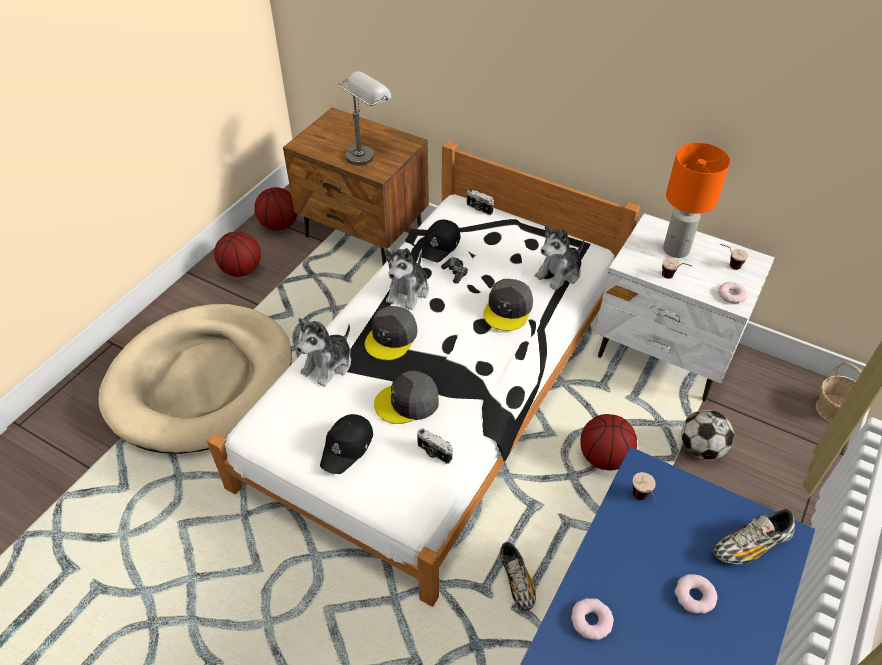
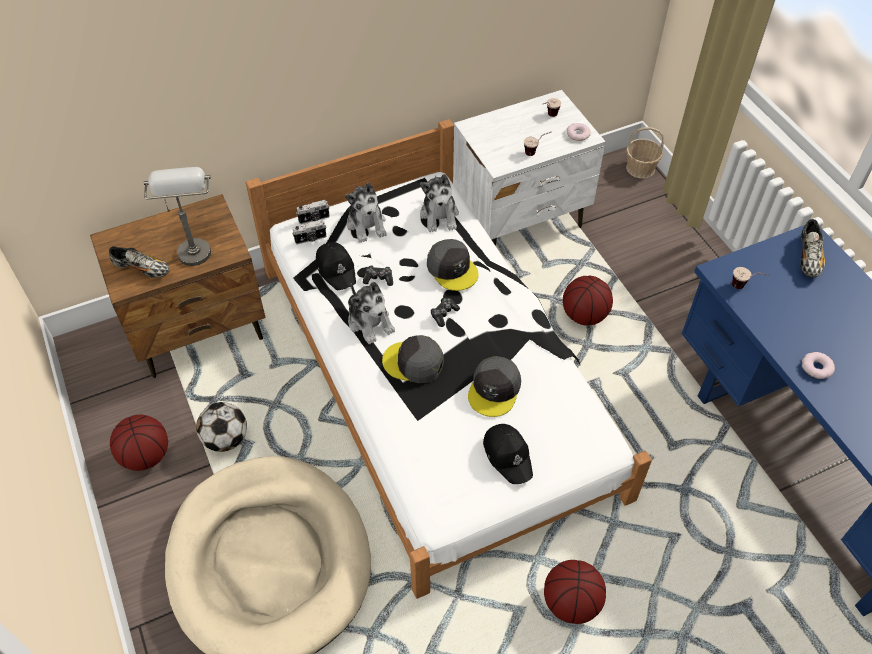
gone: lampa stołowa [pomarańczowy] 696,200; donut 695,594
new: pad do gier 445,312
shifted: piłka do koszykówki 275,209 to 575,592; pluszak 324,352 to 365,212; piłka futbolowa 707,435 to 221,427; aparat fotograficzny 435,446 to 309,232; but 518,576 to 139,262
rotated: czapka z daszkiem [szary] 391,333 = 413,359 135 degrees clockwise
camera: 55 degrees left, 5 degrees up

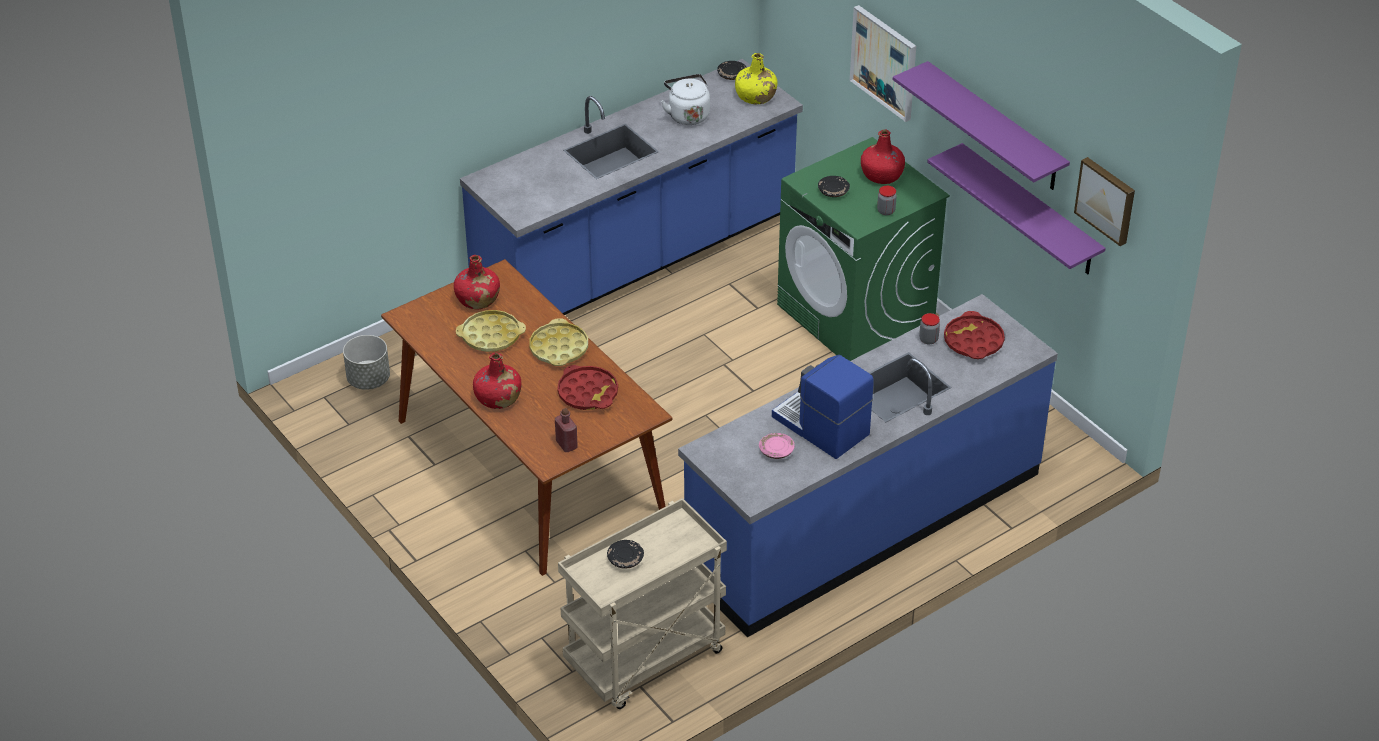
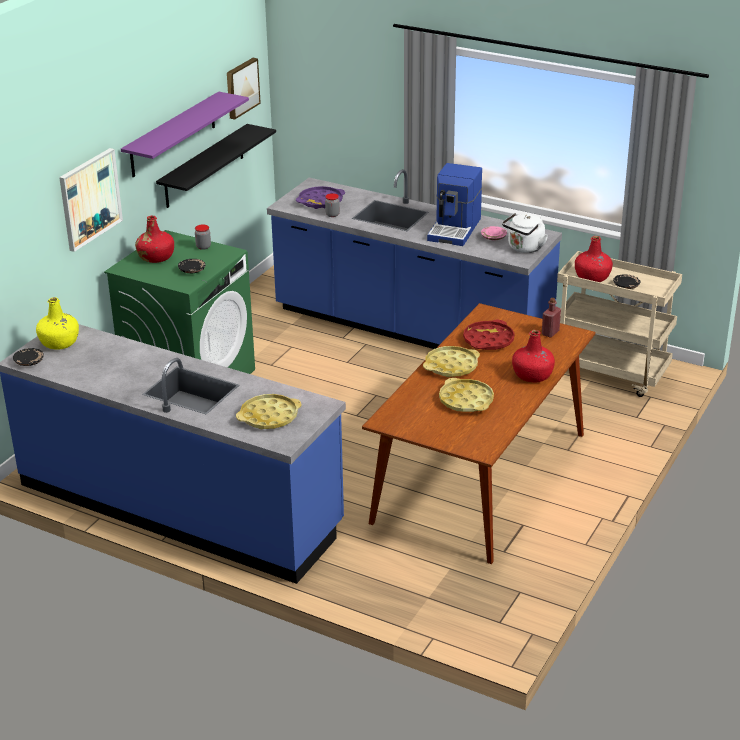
gone: donica [szary] 366,362
new: taca [żółty] 269,411
shifted: czajnik [biały] 685,99 to 525,233; butelka [czerwony] 477,282 to 594,259
repainted: półka [fioletowy] 1016,208 to półka [czarny] 216,166; taca [czerwony] 974,335 to taca [fioletowy] 320,197
camera: 115 degrees left, 10 degrees down

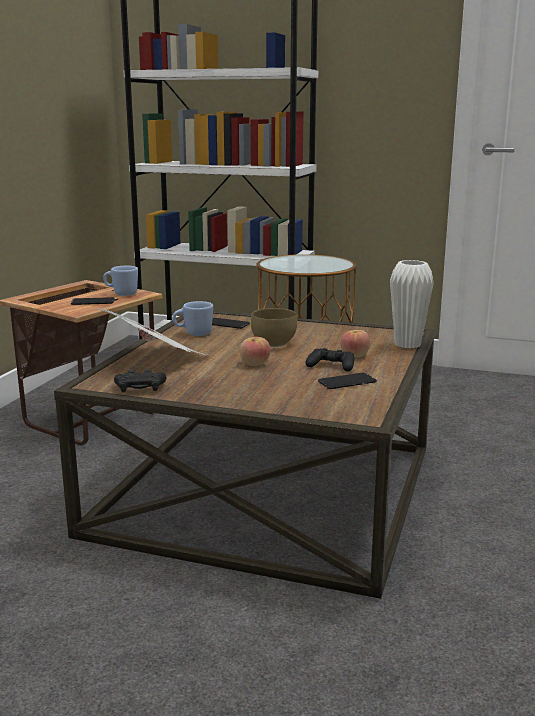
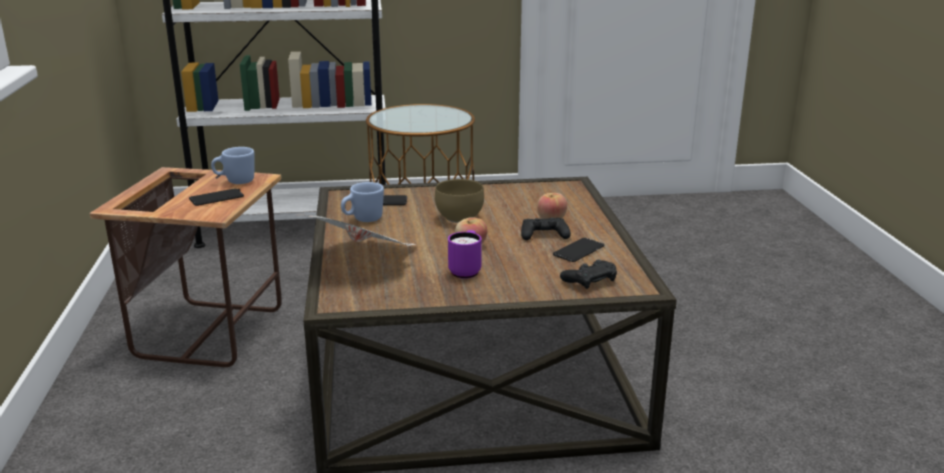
gone: wazon [biały] 412,304
new: kubek [fioletowy] 465,254
shifted: pad do gier [czarny] 140,381 to 588,274
camera: 25 degrees left, 5 degrees up

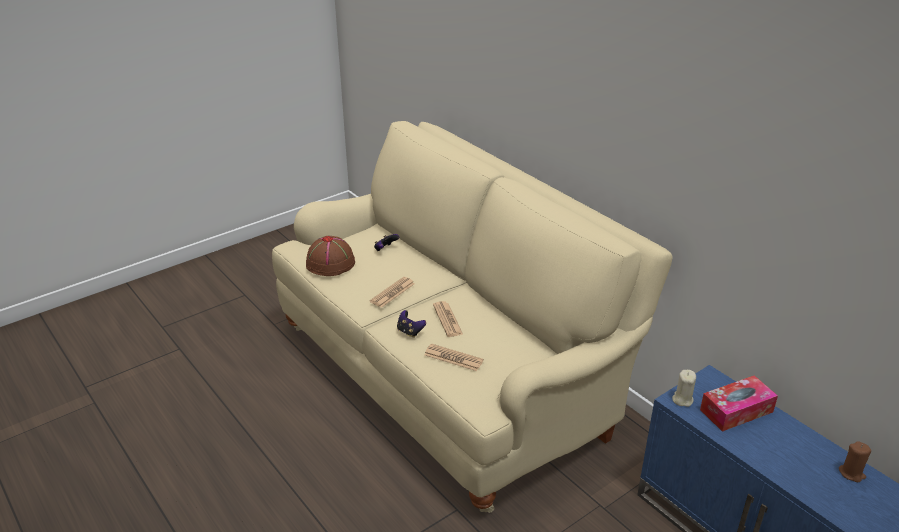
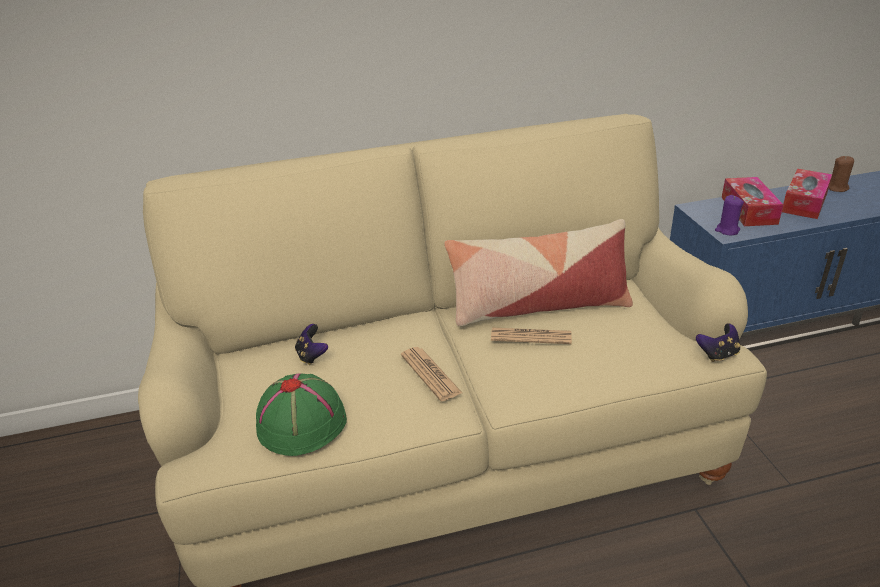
gone: gazeta 454,357
new: pudełko chusteczek 807,194; poduszka 538,272
shifted: pad do gier 411,324 to 718,342
repainted: kapelusz [brązowy] 330,256 to kapelusz [zielony] 301,414; świeca [beżowy] 684,388 to świeca [fioletowy] 729,215
camera: 65 degrees left, 0 degrees up

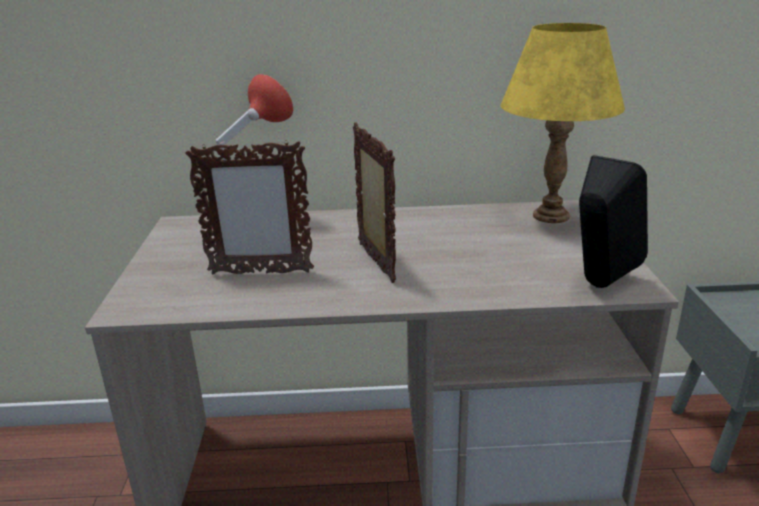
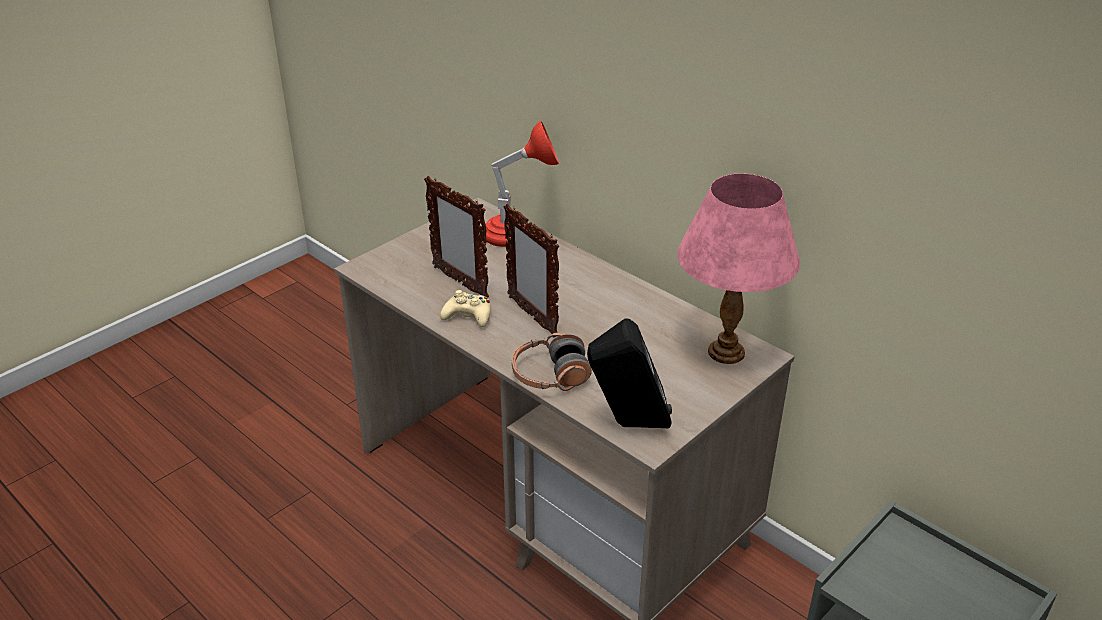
new: pad do gier [beżowy] 465,308; słuchawki 552,362
repainted: lampa stołowa [żółty] 562,123 to lampa stołowa [różowy] 738,268
rotated: ramka na zdjęcie 374,202 = 531,270 120 degrees clockwise
camera: 45 degrees right, 10 degrees up

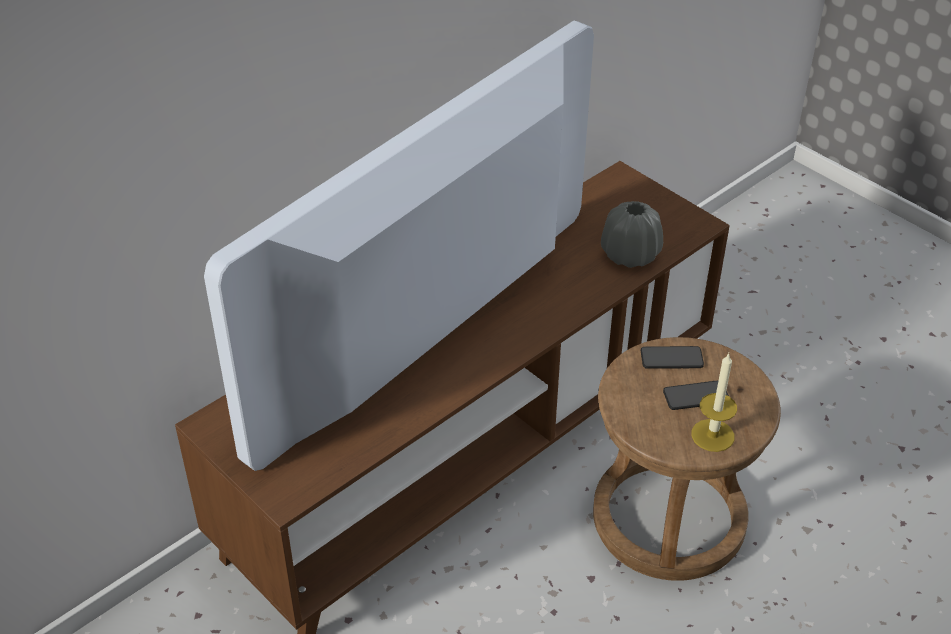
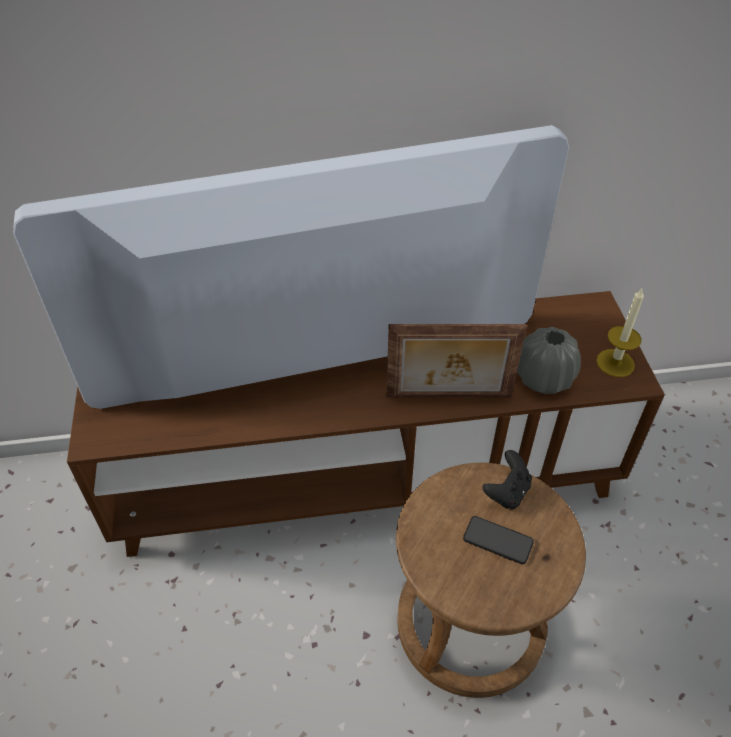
new: ramka na zdjęcie 456,360
shifted: świeca 714,402 to 620,333
swapped: telefon 672,357 to pad do gier [czarny] 507,479
camera: 35 degrees right, 5 degrees up

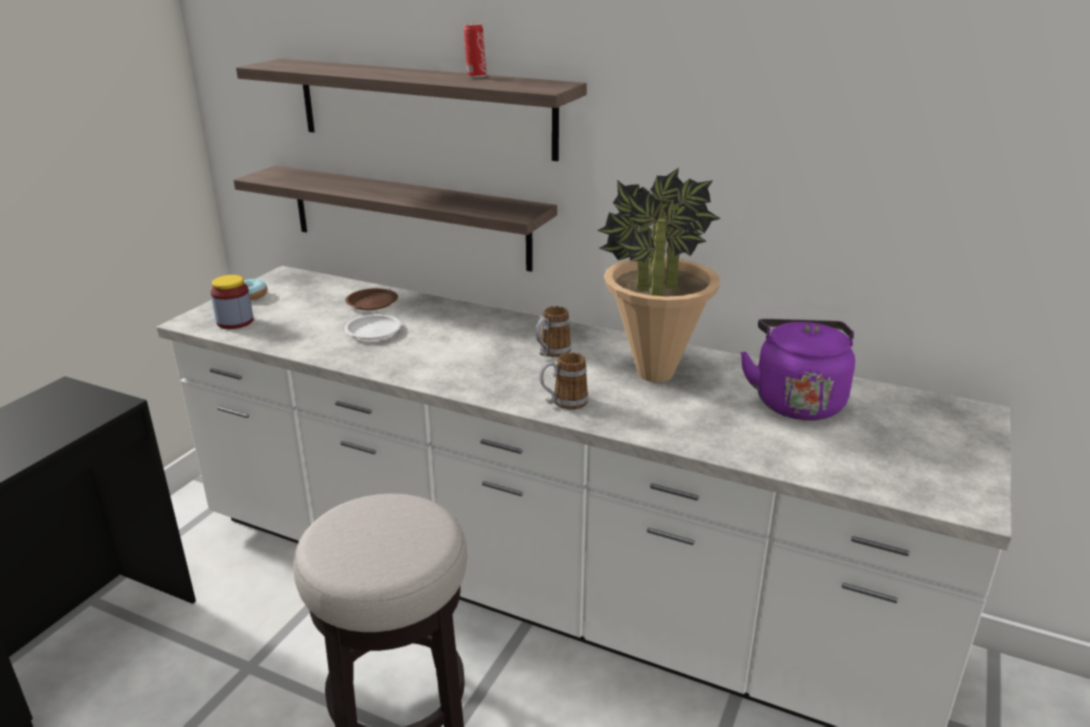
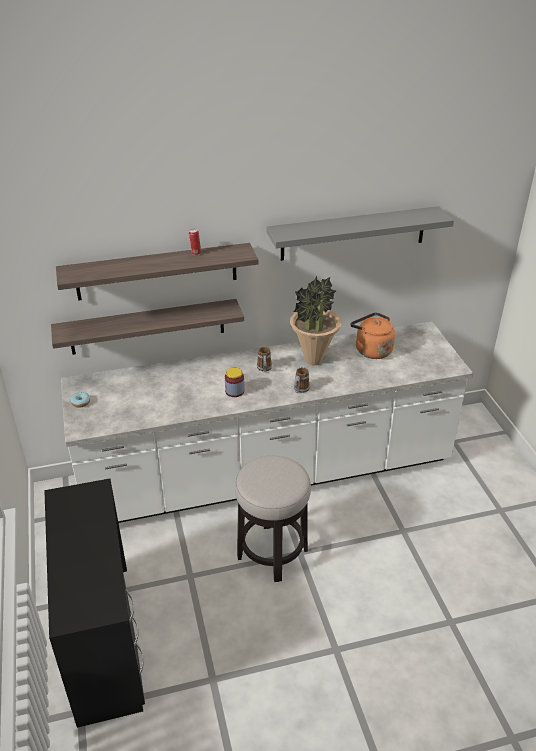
gone: talerz [brązowy] 371,299; talerz [biały] 373,326
new: półka [szary] 360,233
shifted: słoik 232,302 to 234,382
repainted: czajnik [fioletowy] 797,369 to czajnik [pomarańczowy] 372,335
camera: 40 degrees left, 10 degrees up

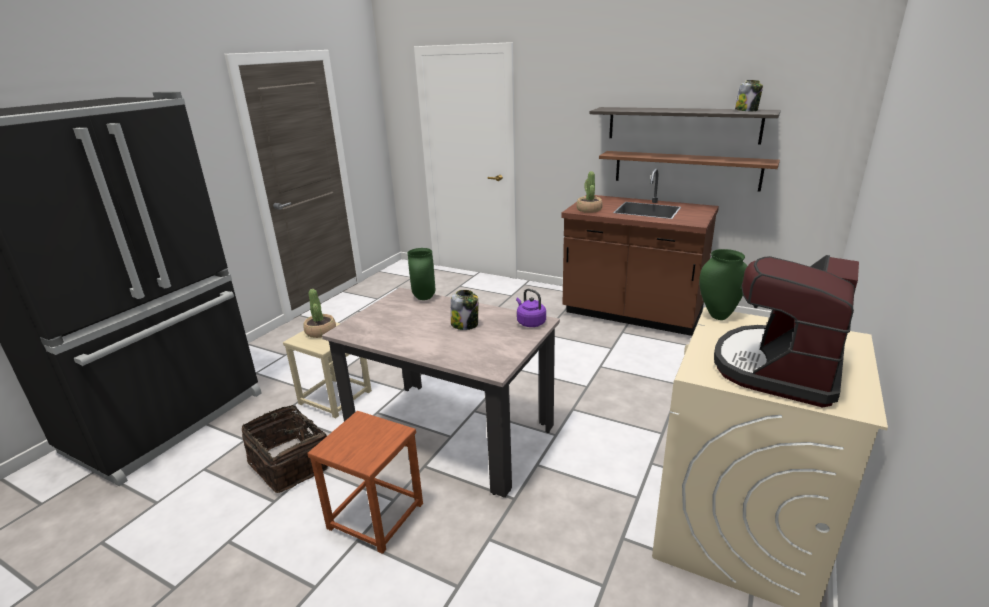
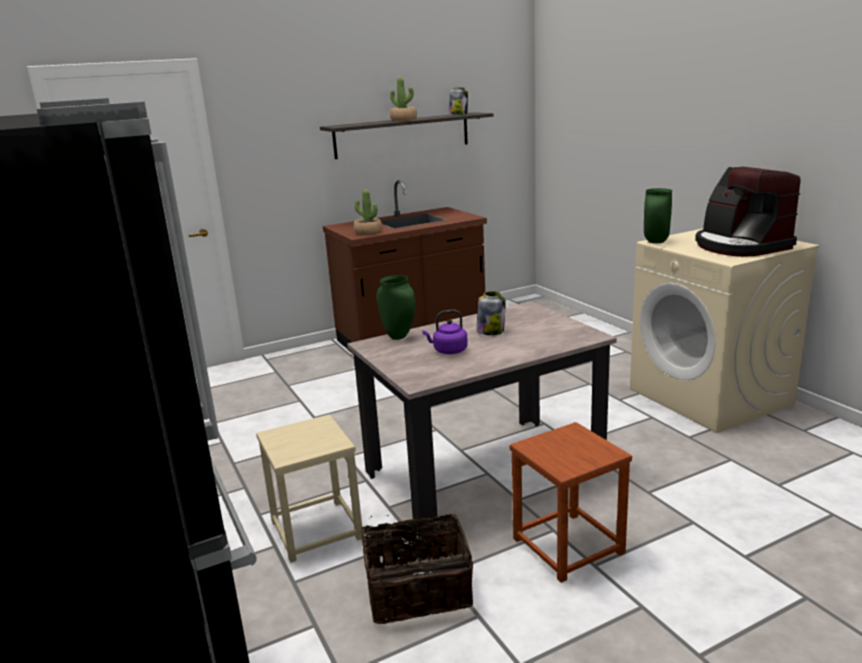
gone: półka [brązowy] 689,171
shifted: roślina doniczkowa 319,313 to 403,99; czajnik [fioletowy] 531,308 to 445,332
camera: 55 degrees left, 5 degrees down

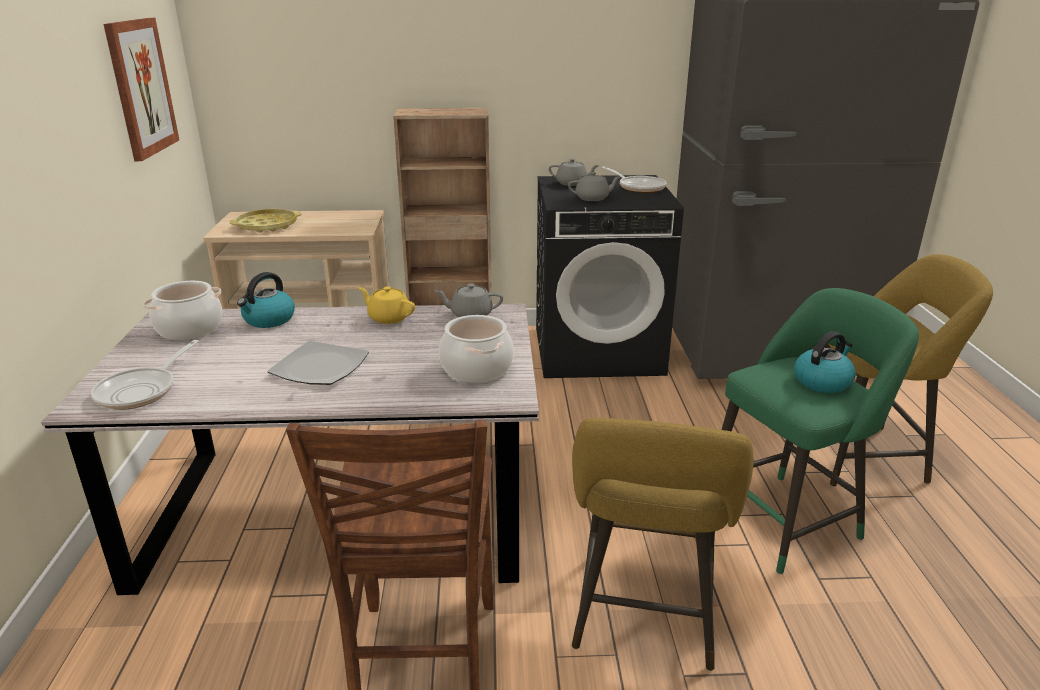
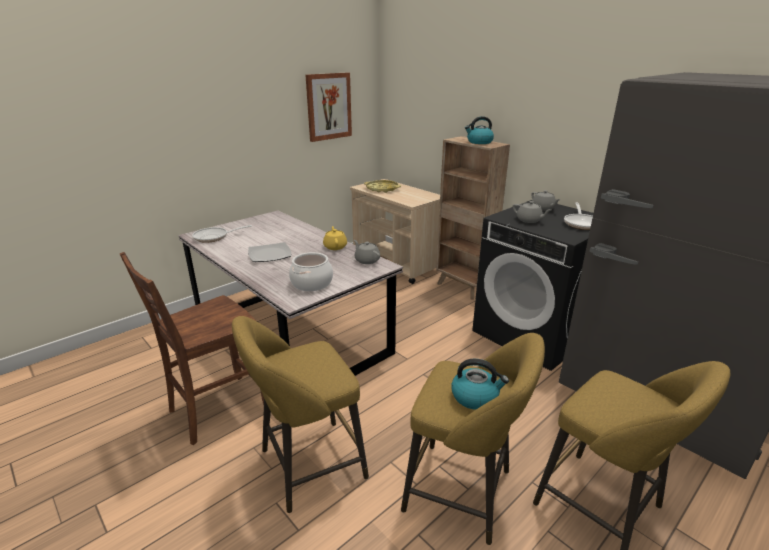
gone: garnek 183,310
shifted: czajnik 266,300 to 479,130
repainted: stołek [zielony] 820,431 to stołek [żółty] 473,439
camera: 50 degrees right, 0 degrees up

